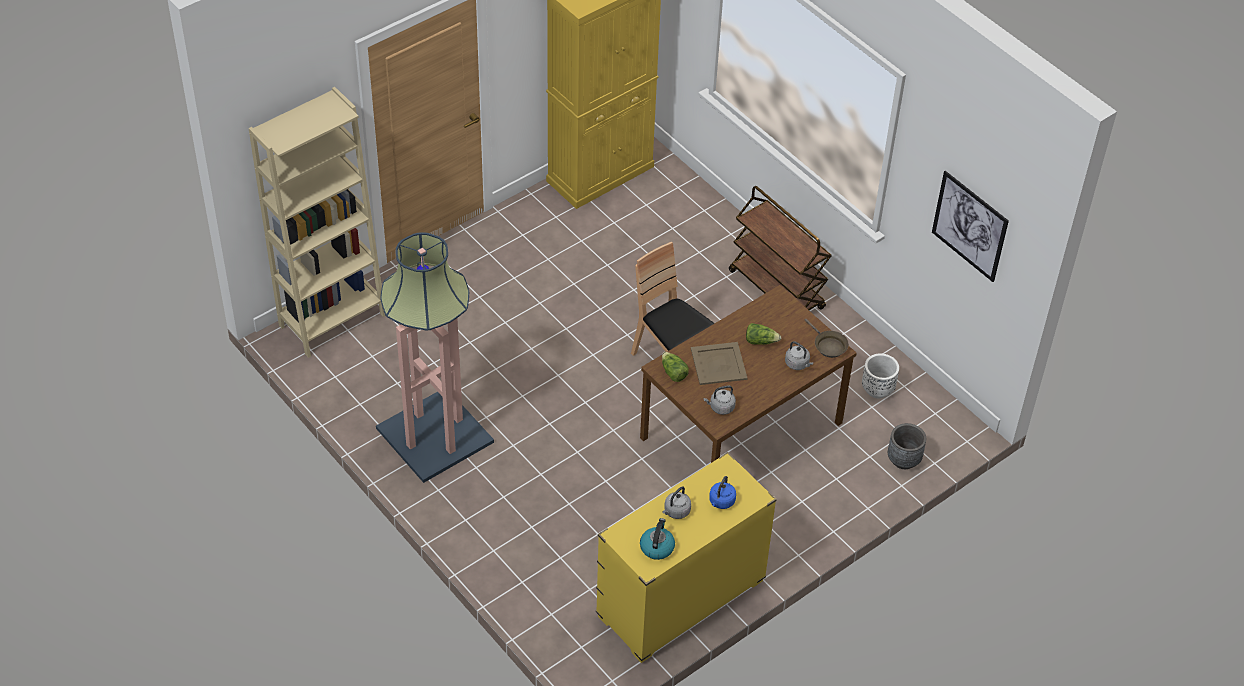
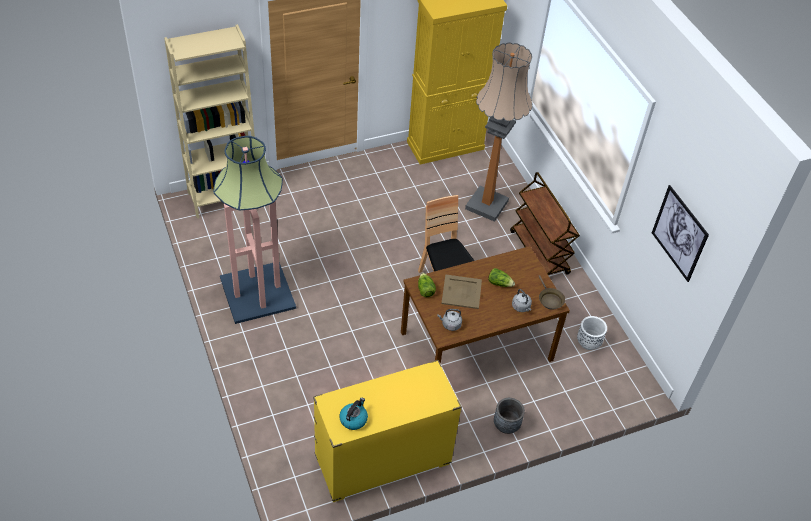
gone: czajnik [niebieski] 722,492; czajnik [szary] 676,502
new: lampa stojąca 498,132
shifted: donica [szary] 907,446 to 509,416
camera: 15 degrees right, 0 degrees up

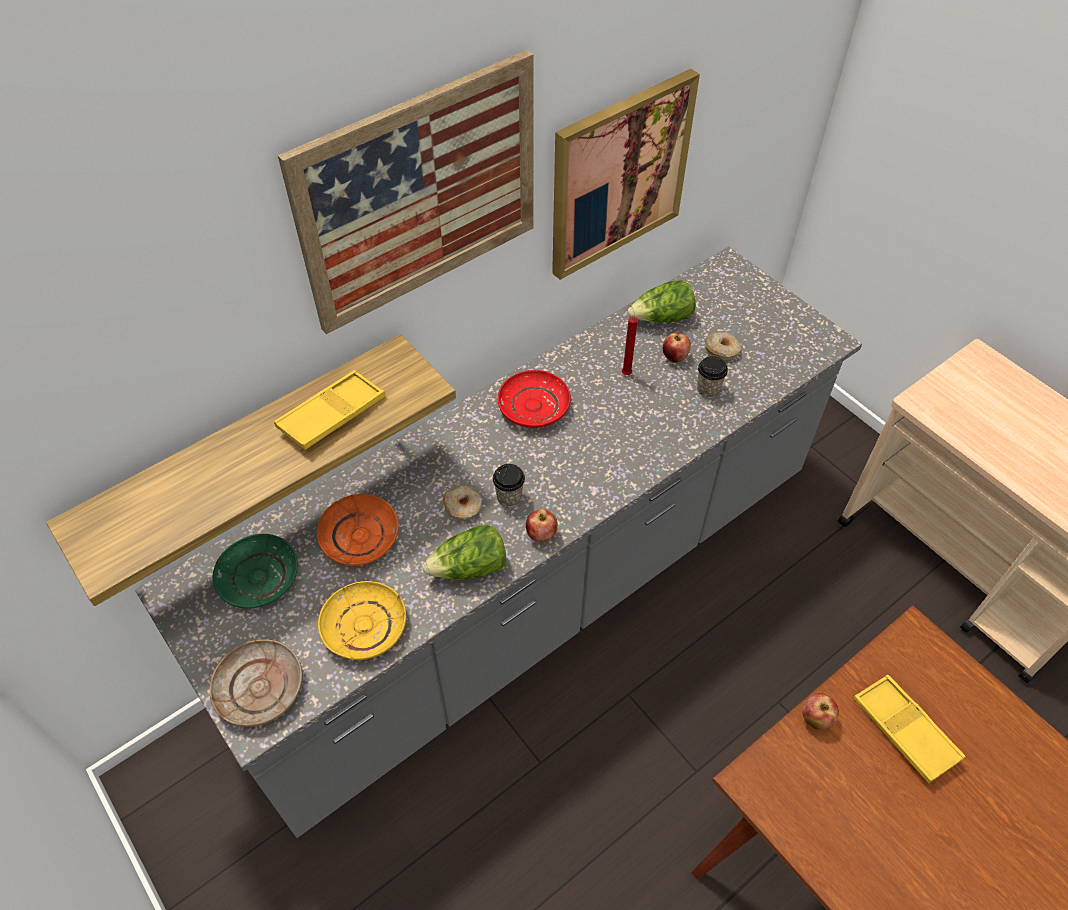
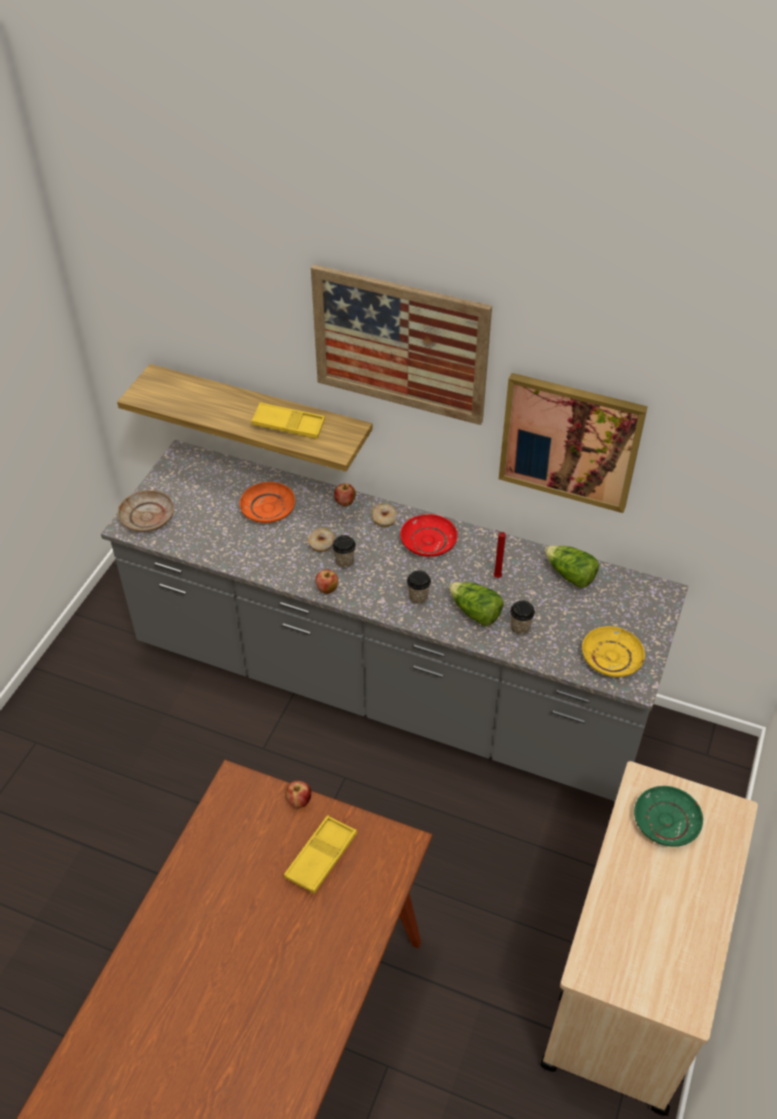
new: filiżanka 419,587
shifted: donut 723,346 to 384,515; jabłko 677,348 to 345,494; sałata 464,552 to 476,604; talerz [zielony] 255,571 to 668,816; talerz [żółty] 362,620 to 613,651
camera: 60 degrees right, 5 degrees down

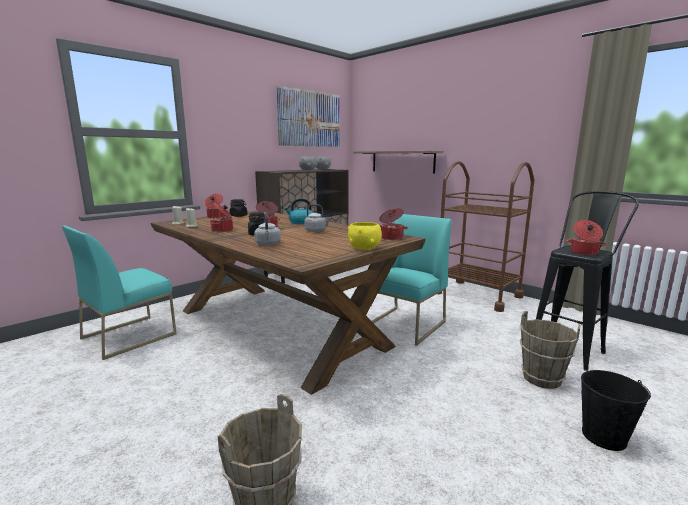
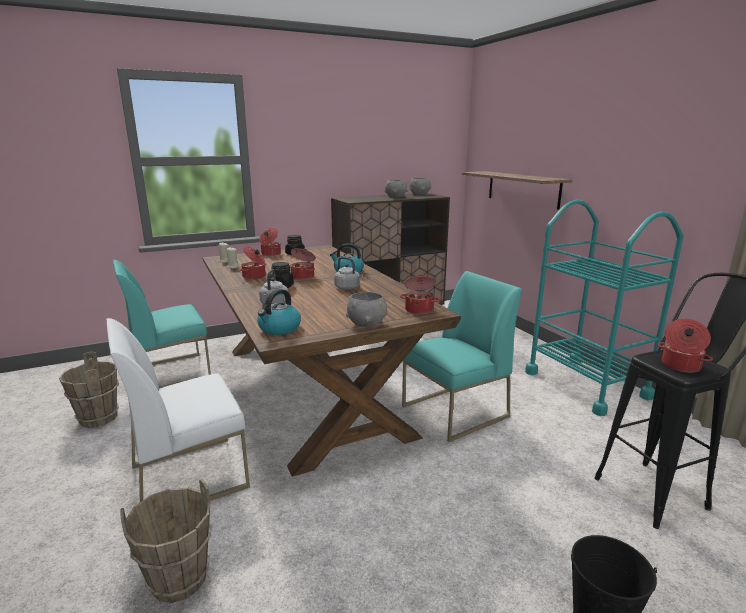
gone: obraz 308,116
new: czajnik 279,312; krzesło [biały] 178,410
shifted: wiadro [brązowy] 550,350 to 89,390
repainted: wózek [brązowy] 486,236 to wózek [turkusowy] 604,308; miska [żółty] 365,236 to miska [szary] 367,309
camera: 20 degrees right, 5 degrees up

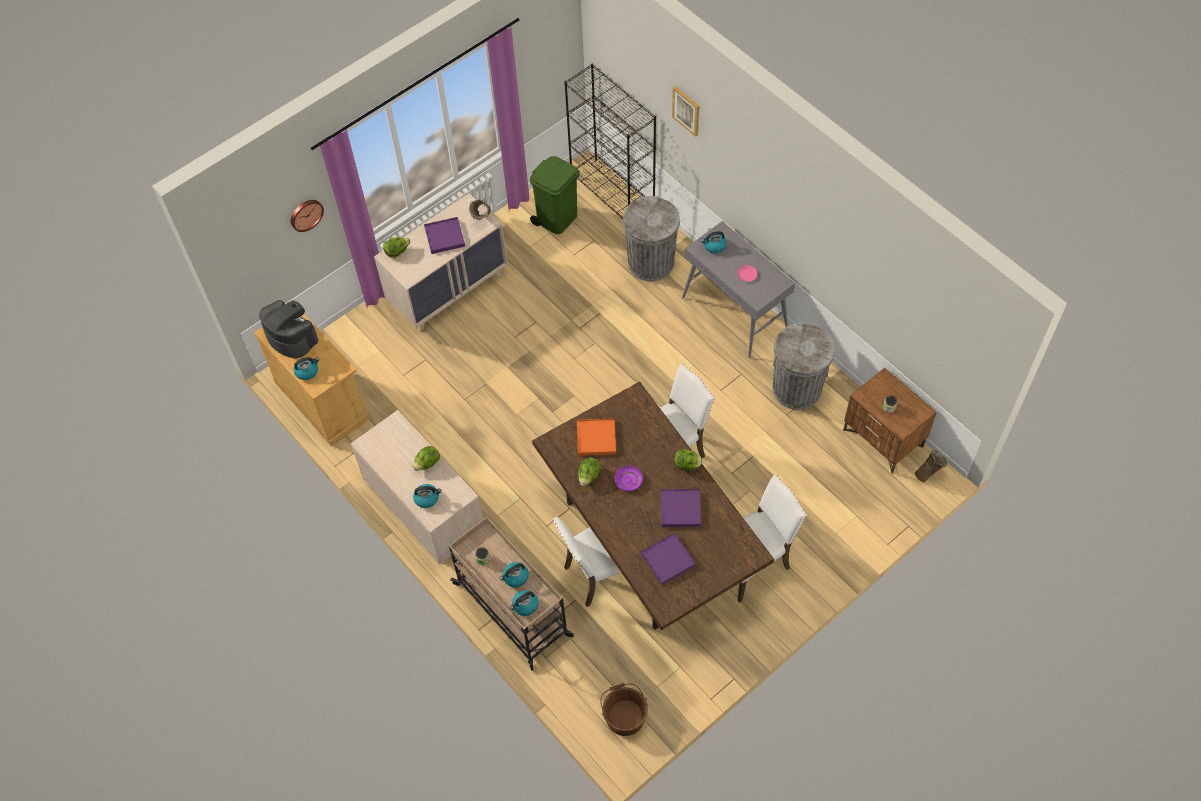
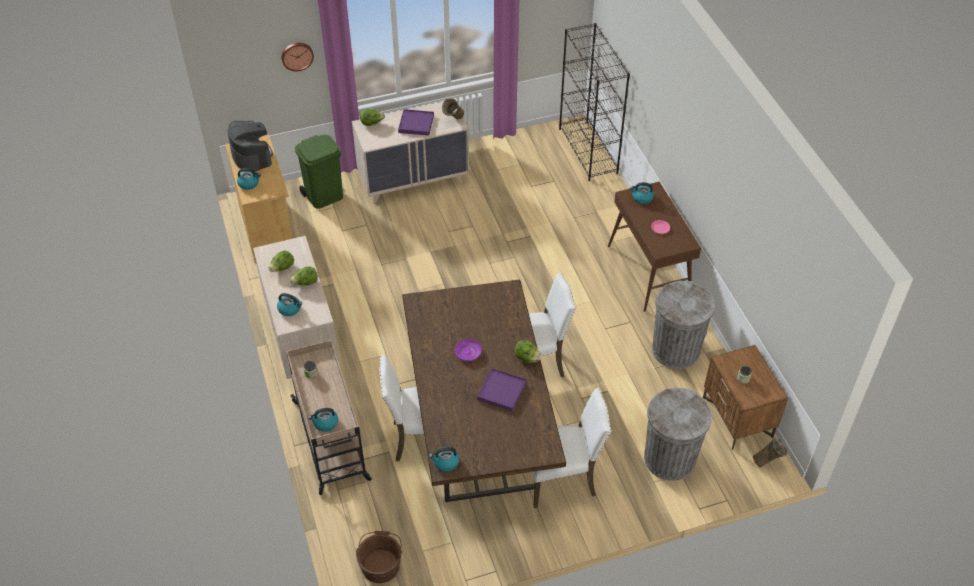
gone: obraz 685,111; taca [pomarańczowy] 596,437; taca [fioletowy] 668,559
shifted: kosz na śmieci [zielony] 555,195 to 319,172; kosz na śmieci [szary] 651,238 to 678,434; sałata 589,471 to 281,261; czajnik 514,575 to 444,459
repainted: stolik konsolowy [szary] 738,289 to stolik konsolowy [brązowy] 654,247
camera: 20 degrees right, 10 degrees down

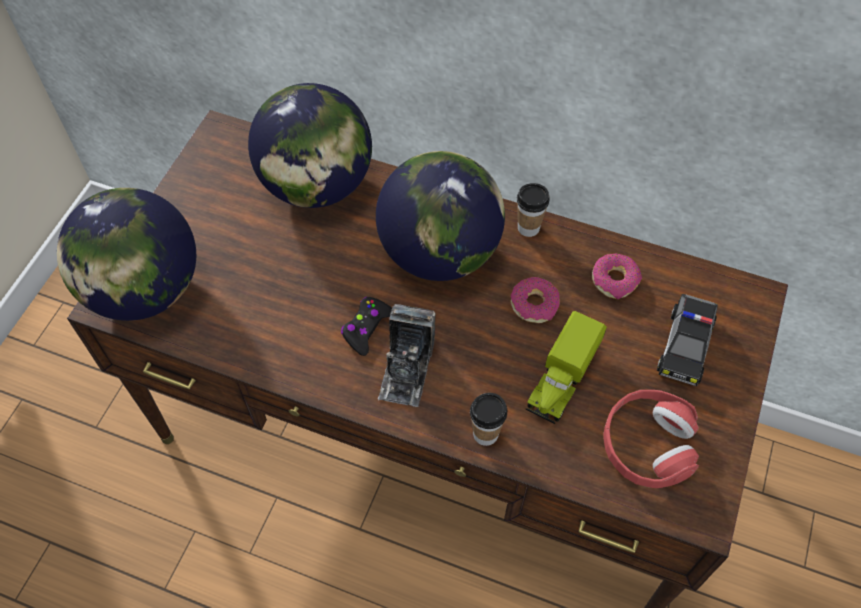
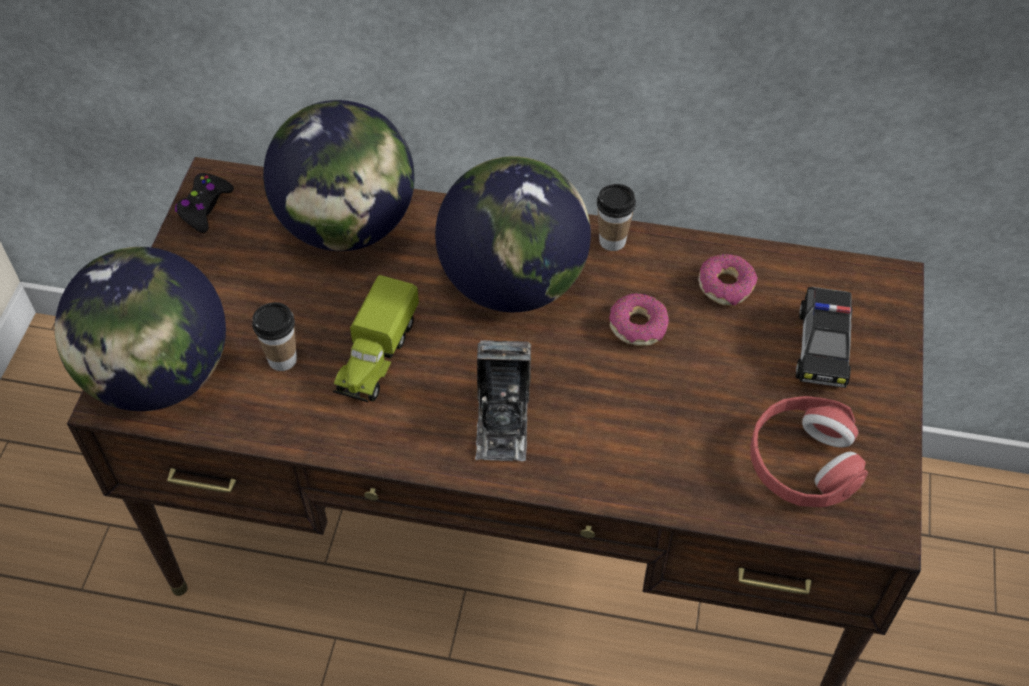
shifted: pad do gier [czarny] 366,326 to 204,203; ciężarówka zabawkowa 566,367 to 376,338; filiżanka 488,419 to 274,336
camera: 10 degrees left, 5 degrees down

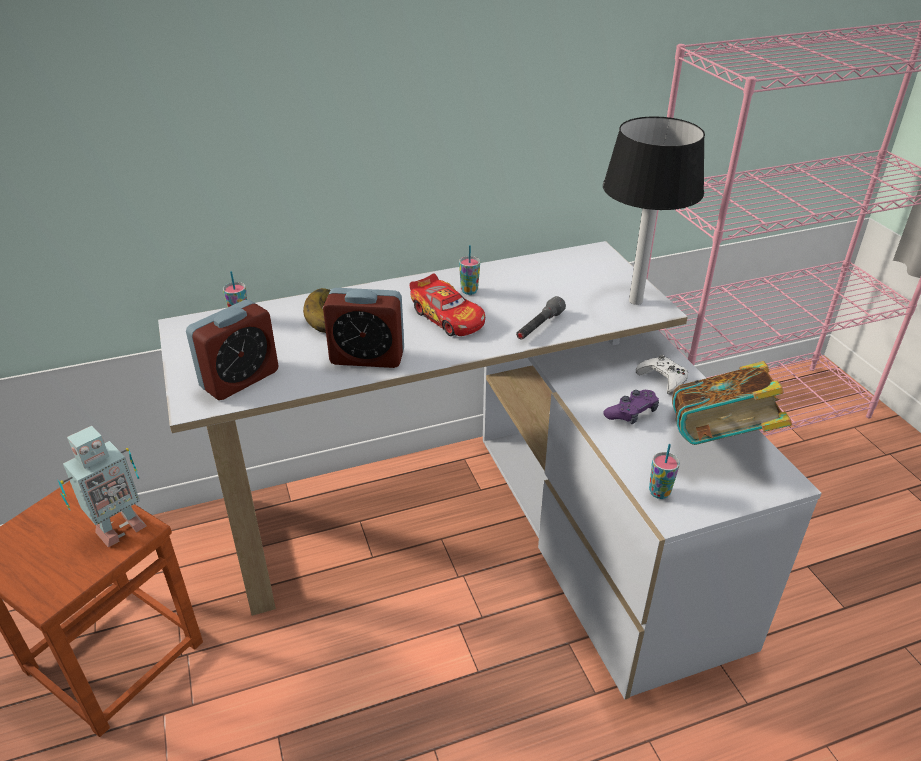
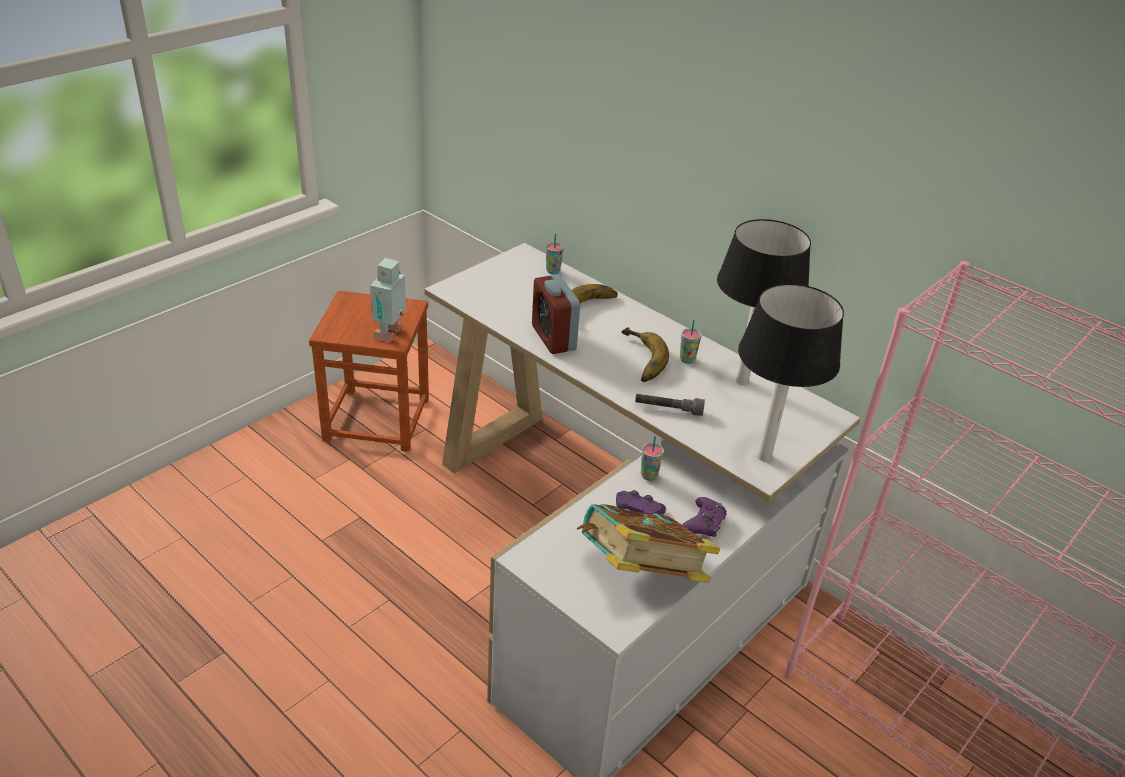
gone: budzik 232,350
new: lampa stołowa 764,302
shifted: filiżanka 664,471 to 652,458
swapped: samochodzik 447,304 to banan 645,354
repainted: pad do gier [biały] 662,375 to pad do gier [fioletowy] 704,517
rotated: robot zabawkowy 102,486 = 388,300 90 degrees clockwise
camera: 60 degrees right, 0 degrees up

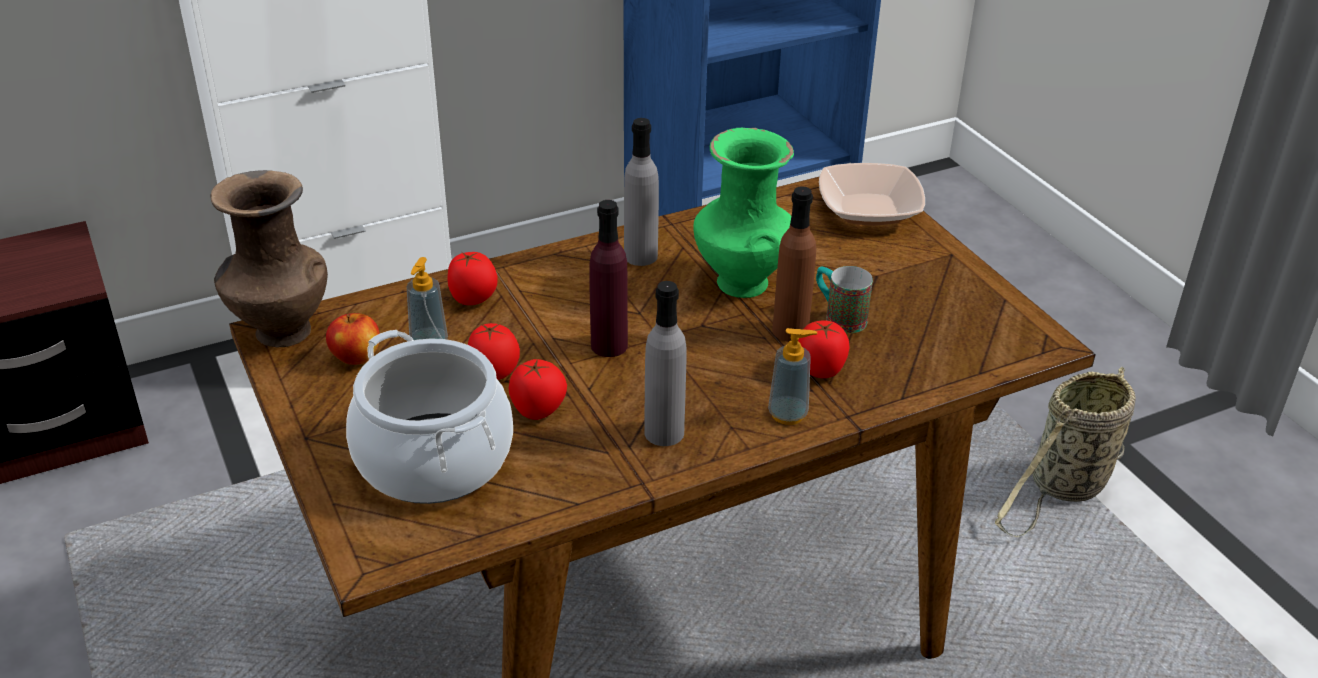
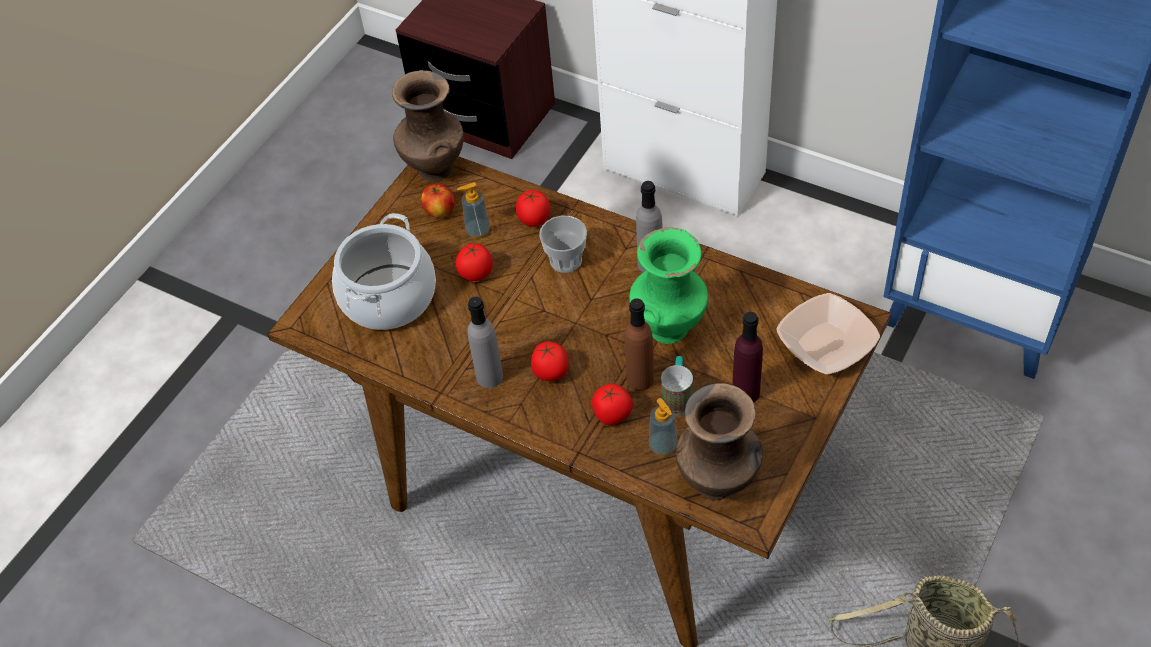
new: filiżanka 563,244; wazon [brązowy] 719,441
shifted: butelka [fioletowy] 608,278 to 747,357; dozownik mydła 792,376 to 663,427; pomidor 538,389 to 549,361
camera: 60 degrees right, 15 degrees up

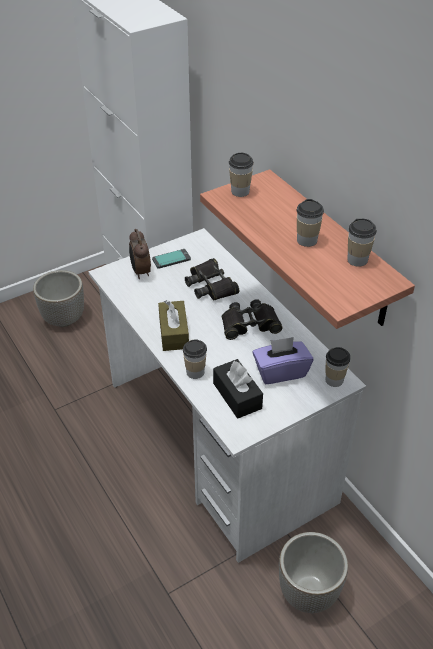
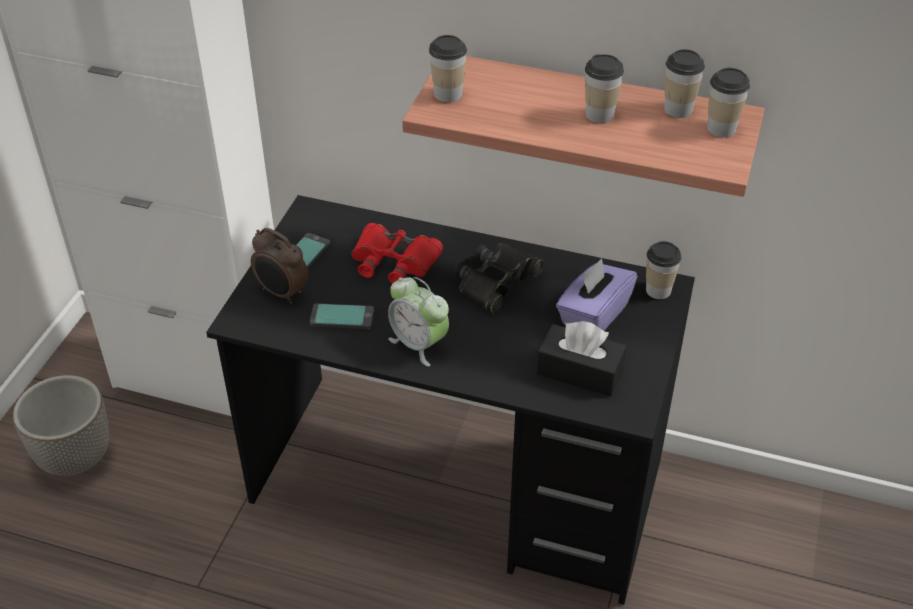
gone: donica 313,572
new: telefon 342,316
shifted: filiżanka 195,359 to 728,102
swapped: pudełko chusteczek [brązowy] 173,325 to budzik 418,321
repainted: biurko [biały] 227,395 to biurko [czarny] 450,400; lornetka [czarny] 212,279 to lornetka [czerwony] 397,253
camera: 40 degrees left, 0 degrees up

